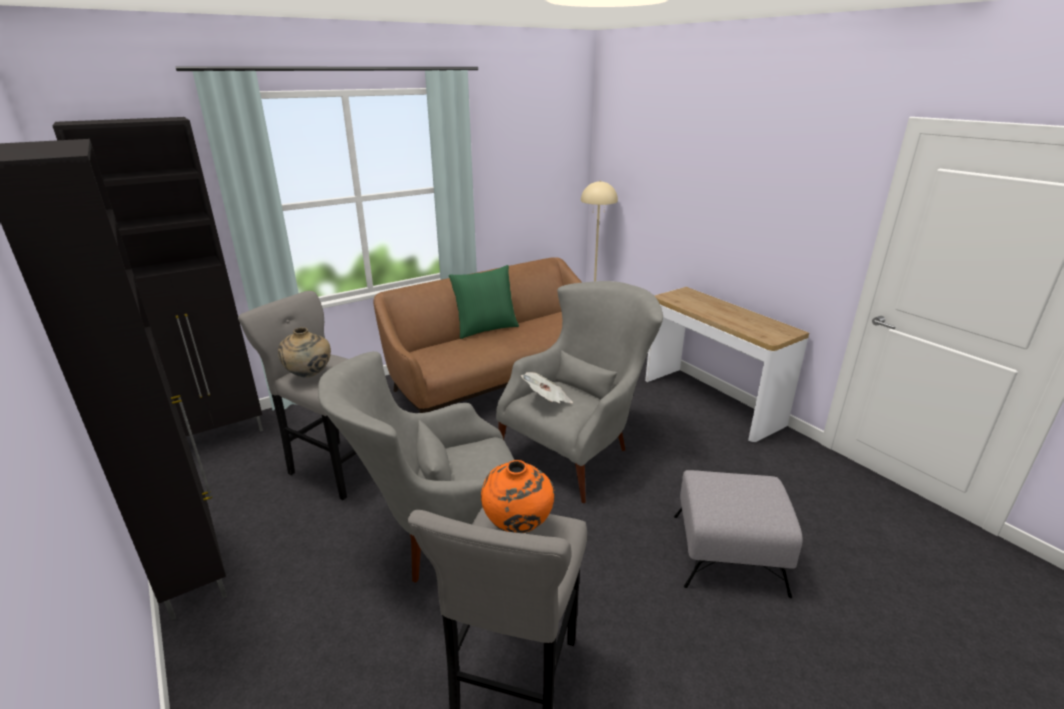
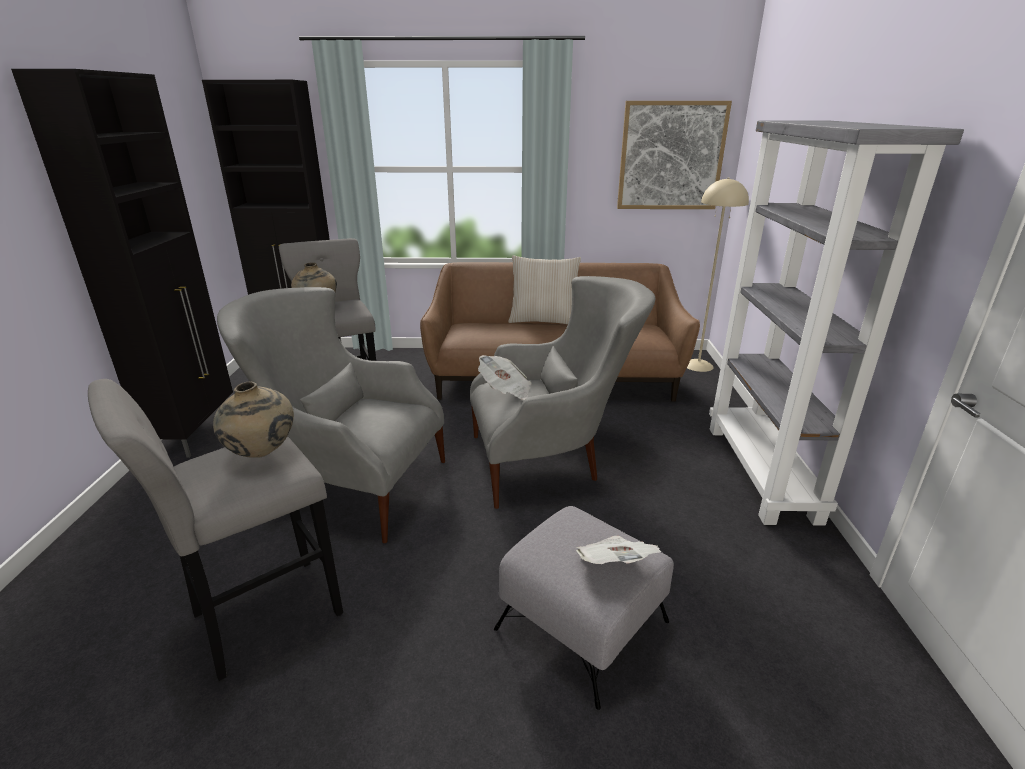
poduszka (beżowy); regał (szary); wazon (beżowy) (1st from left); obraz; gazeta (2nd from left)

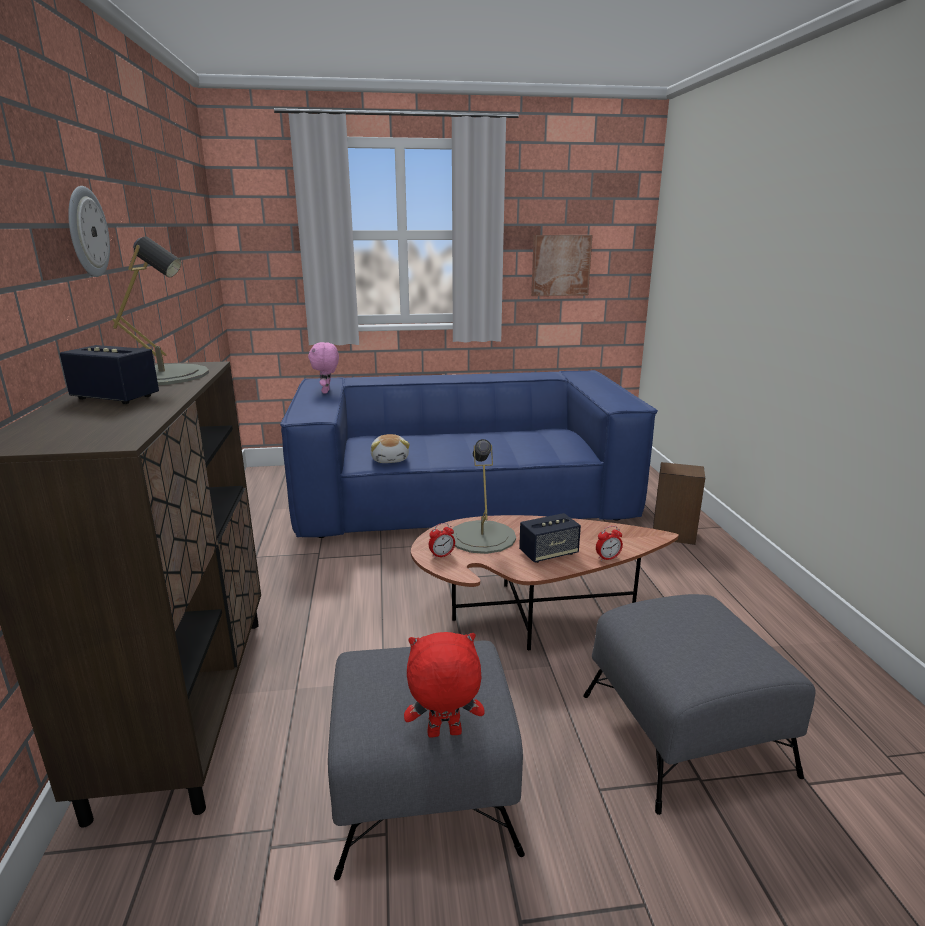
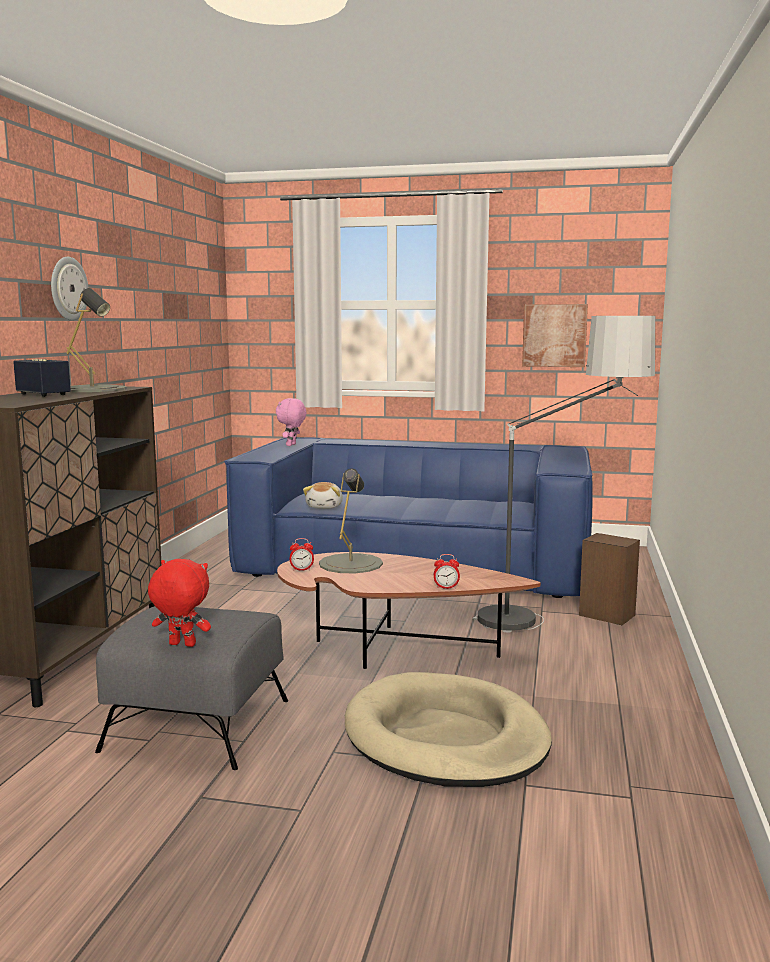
głośnik (2nd from left in the first image); legowisko (beżowy); lampa stojąca

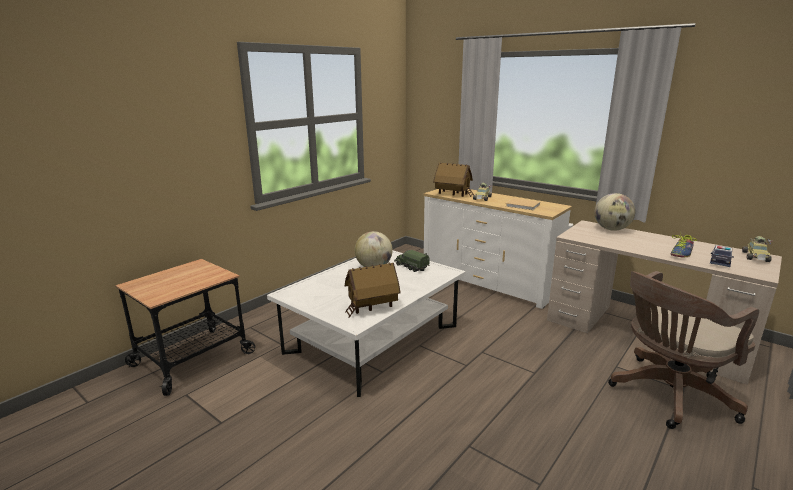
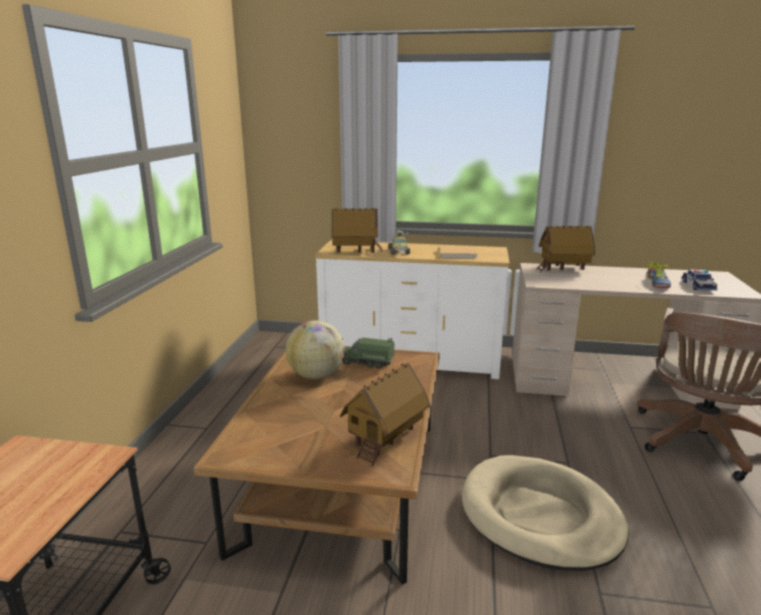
domek (3rd from left); samochodzik (3rd from left in the first image); ława (brązowy); legowisko (beżowy)

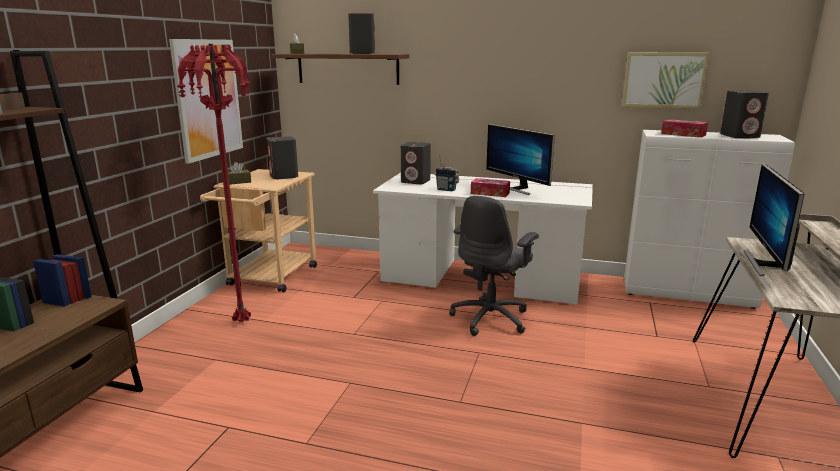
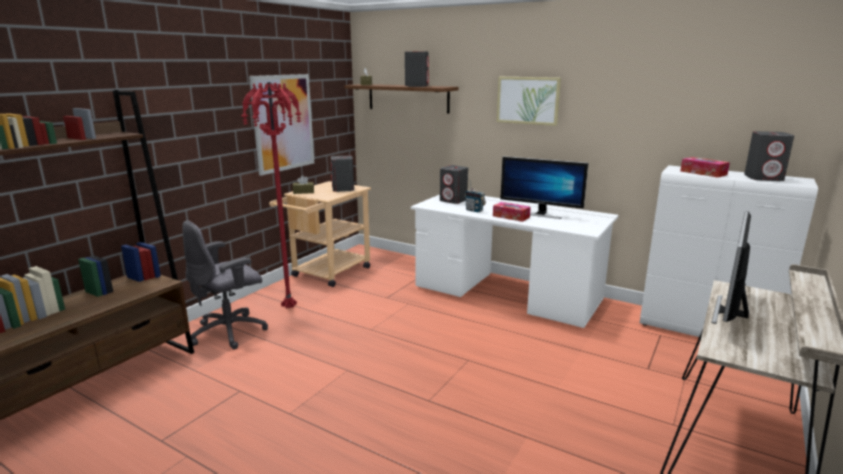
obraz (2nd from left); monitor (1st from left); krzesło biurowe (szary)

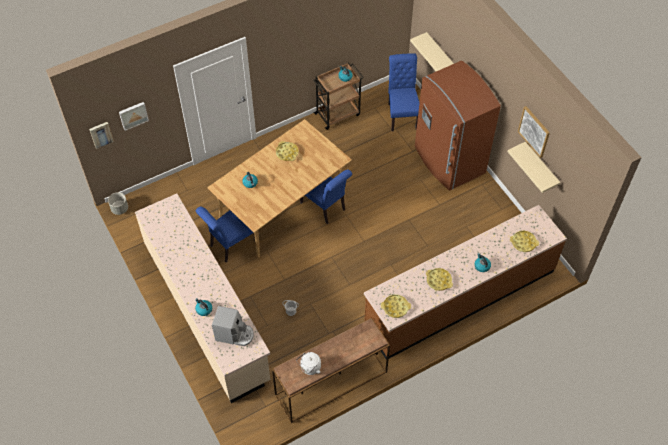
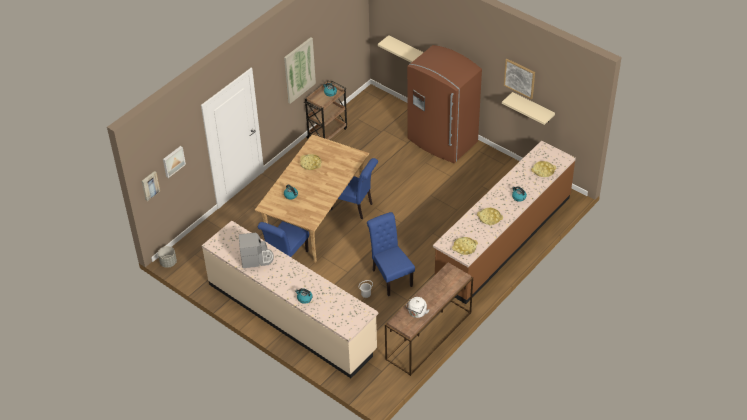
krzesło (niebieski) (3rd from left); ekspres do kawy; obraz (3rd from left)

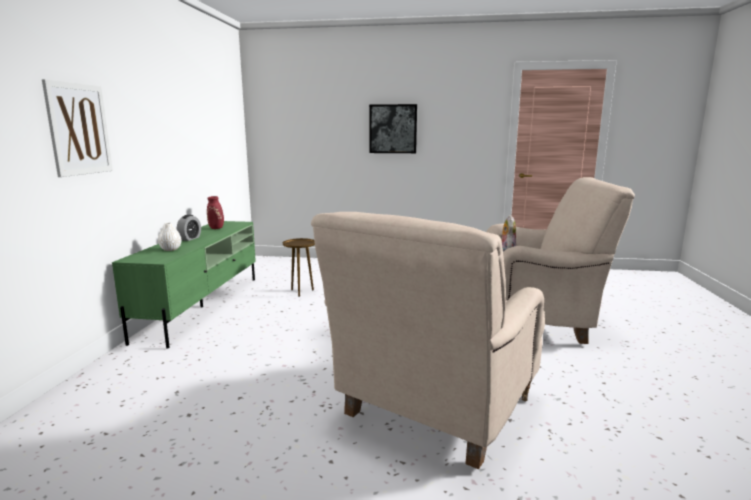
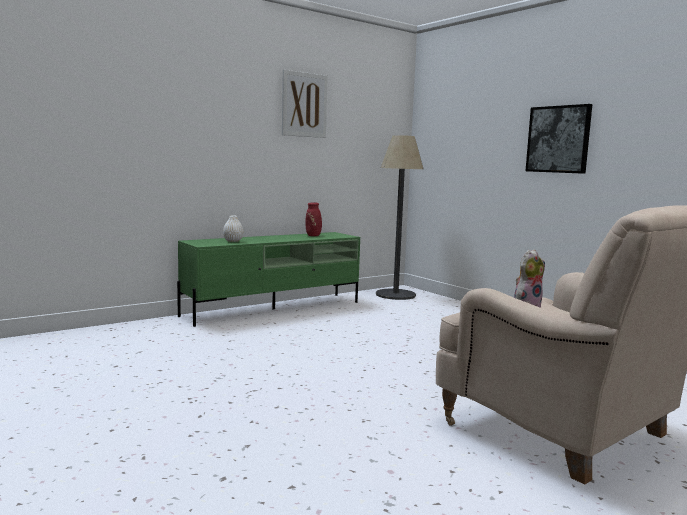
obraz (1st from left); fotel (beżowy) (1st from left in the first image); budzik; stolik (brązowy); lampa stojąca

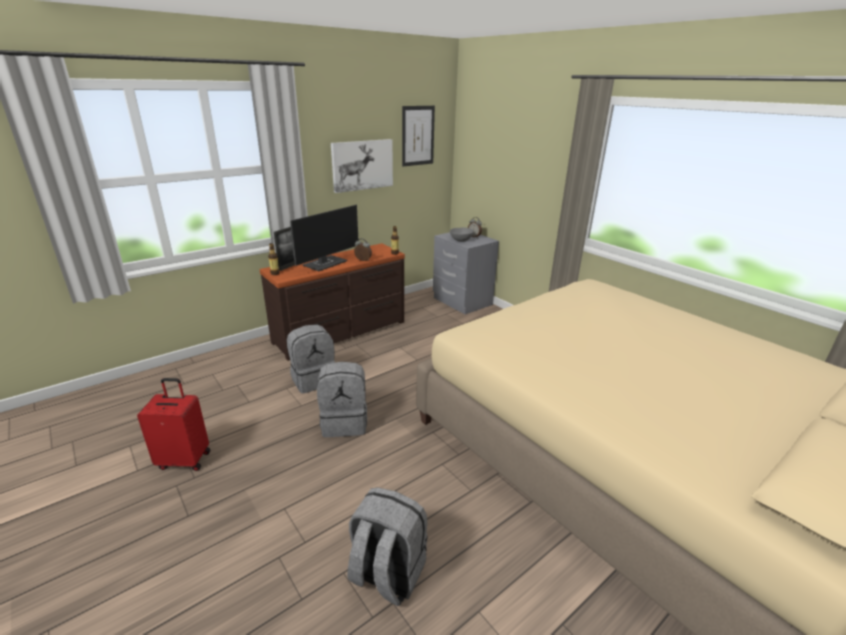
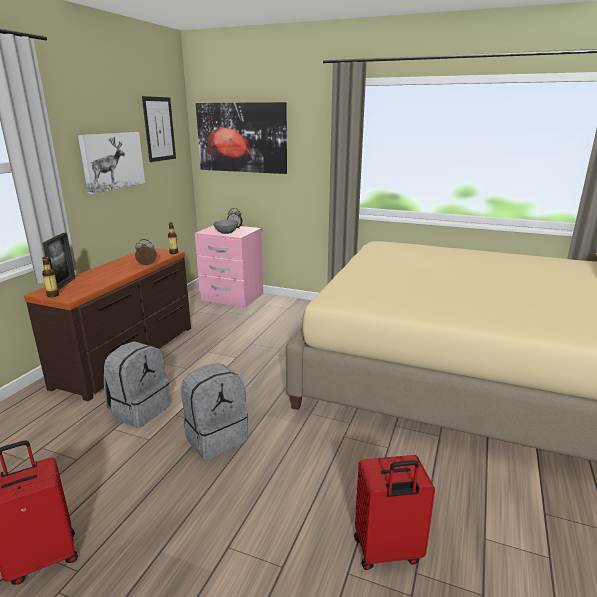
monitor; szafka nocna (różowy); walizka (czerwony) (2nd from left); obraz (3rd from left)

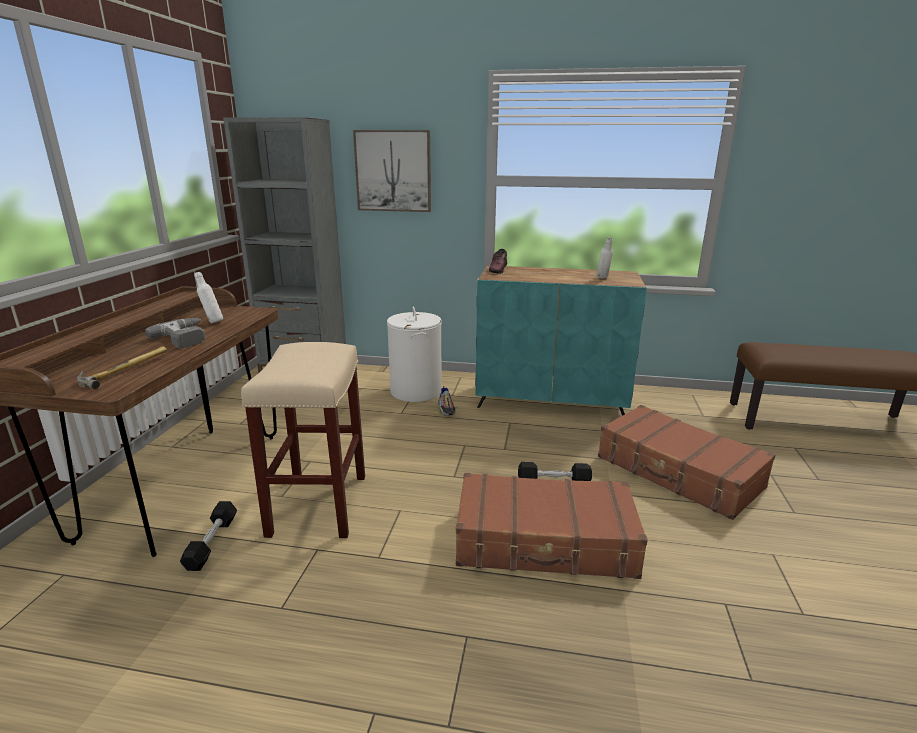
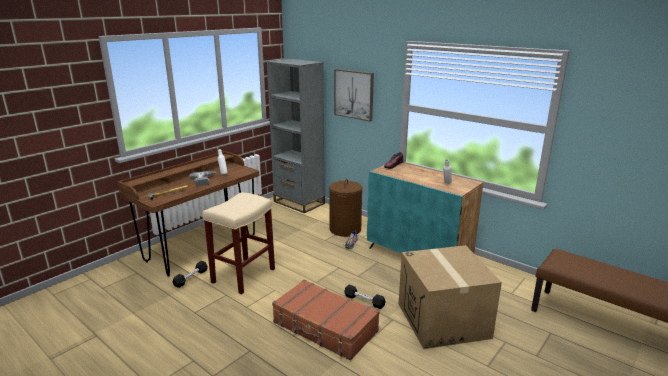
kosz na pranie (brązowy); karton

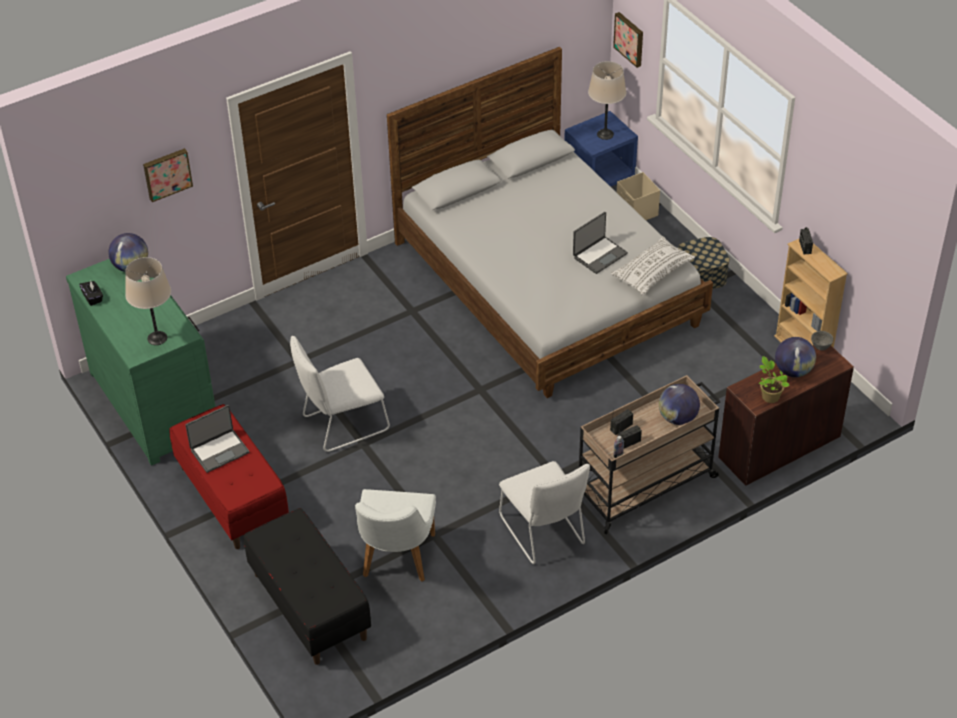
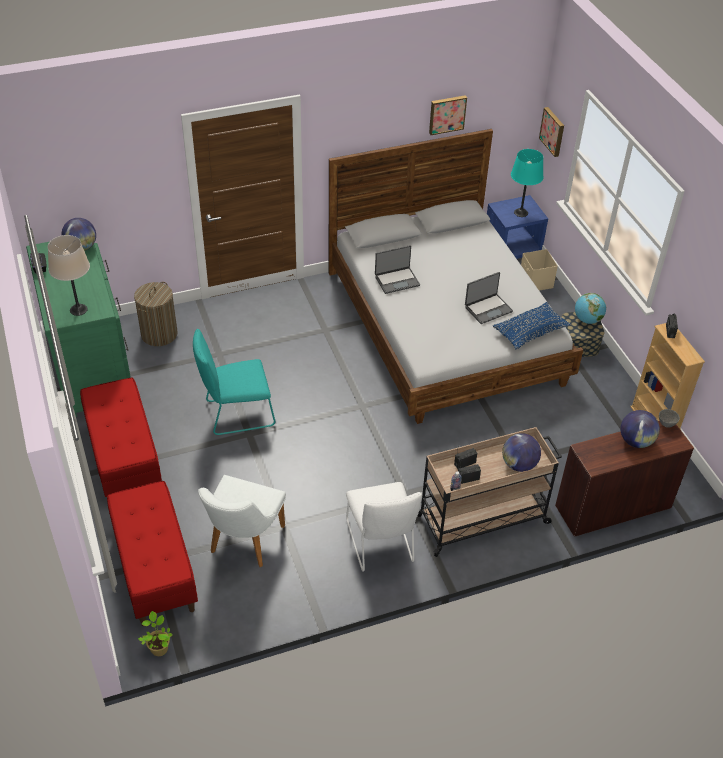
lampa stołowa (turkusowy); obraz (1st from left); poduszka (niebieski); krzesło (turkusowy); roślina doniczkowa; laptop (1st from left); ławka (czerwony) (2nd from left); kosz na pranie; globus (3rd from left)

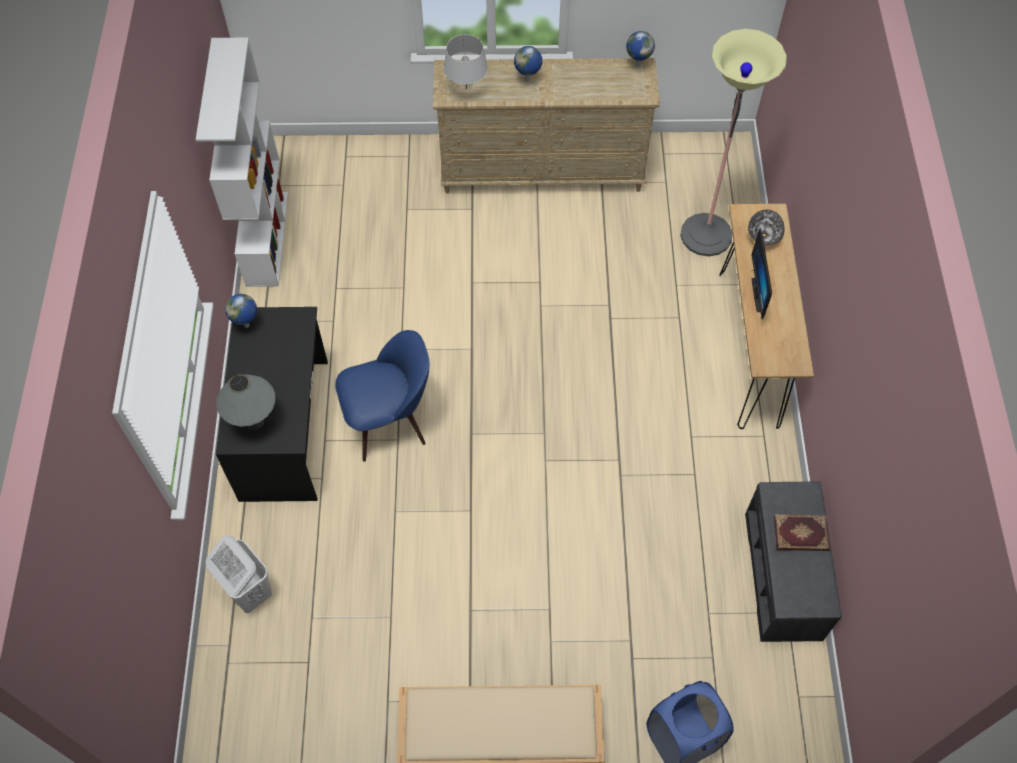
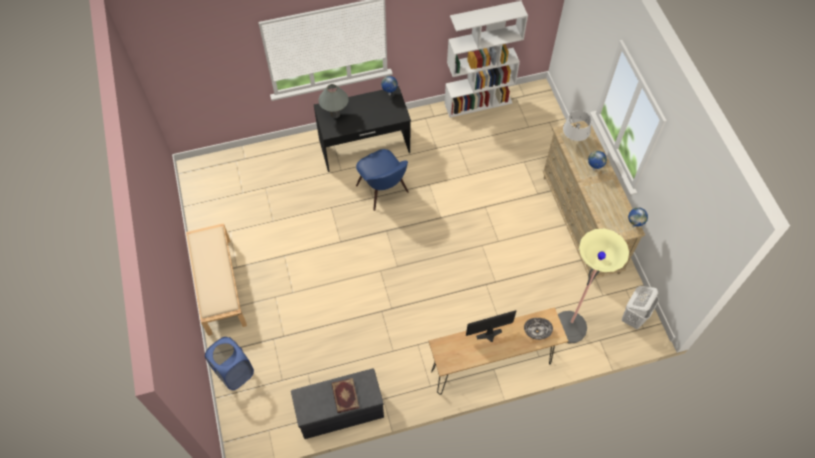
kosz na pranie (biały)

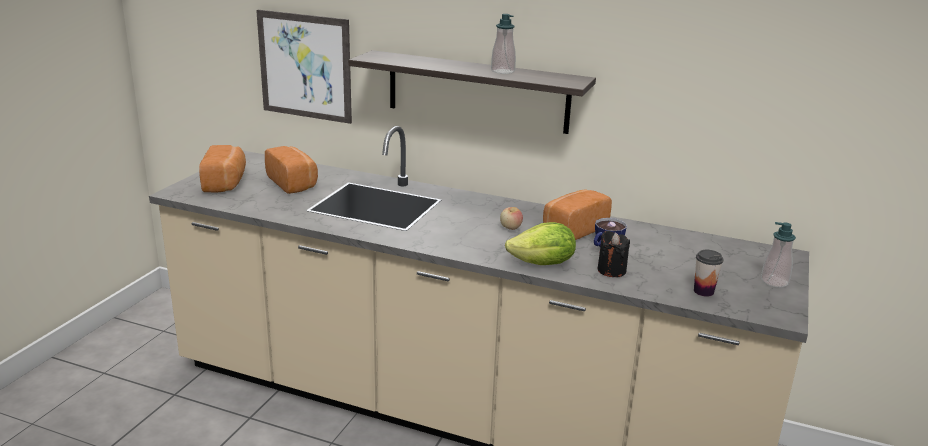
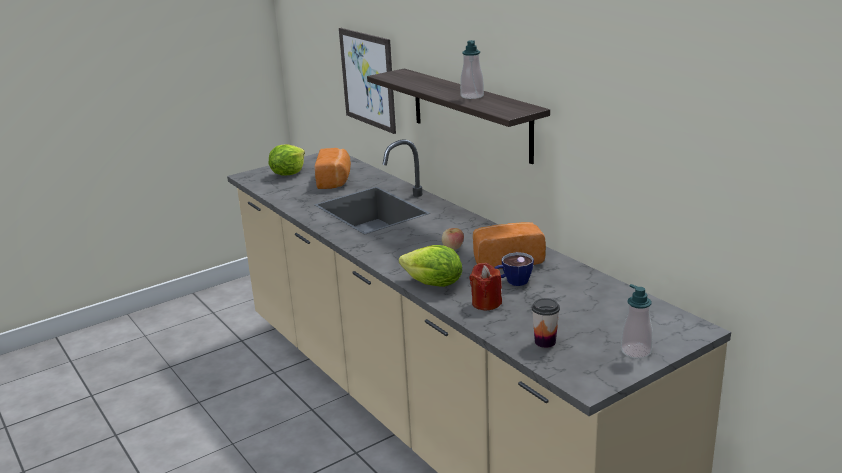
sałata (1st from left); świeca (czerwony)

